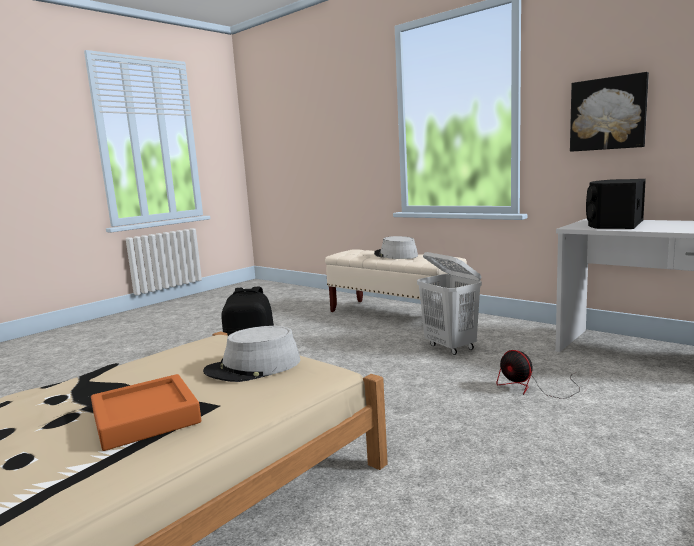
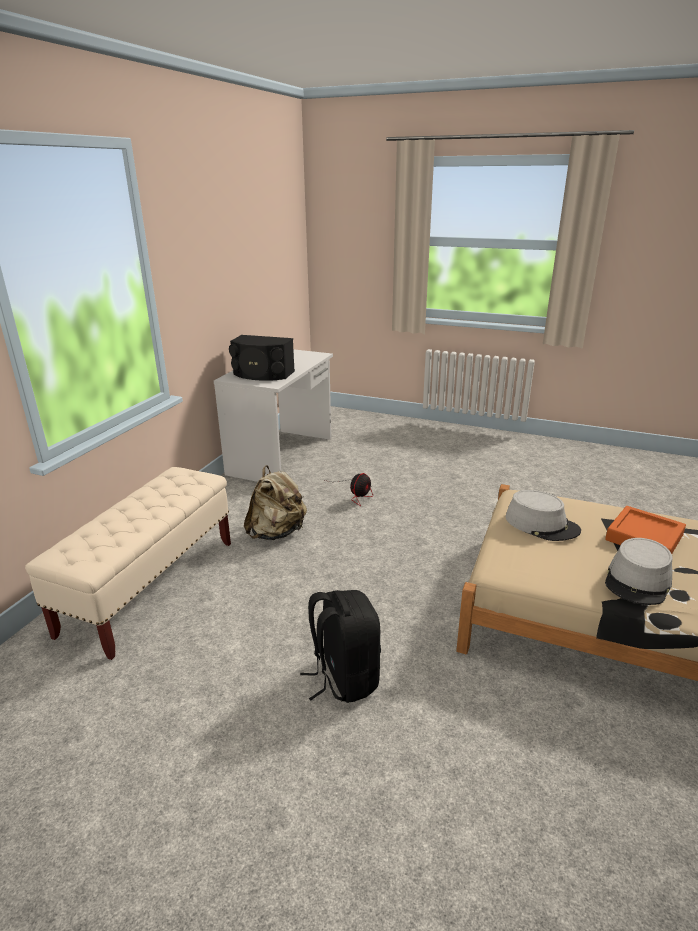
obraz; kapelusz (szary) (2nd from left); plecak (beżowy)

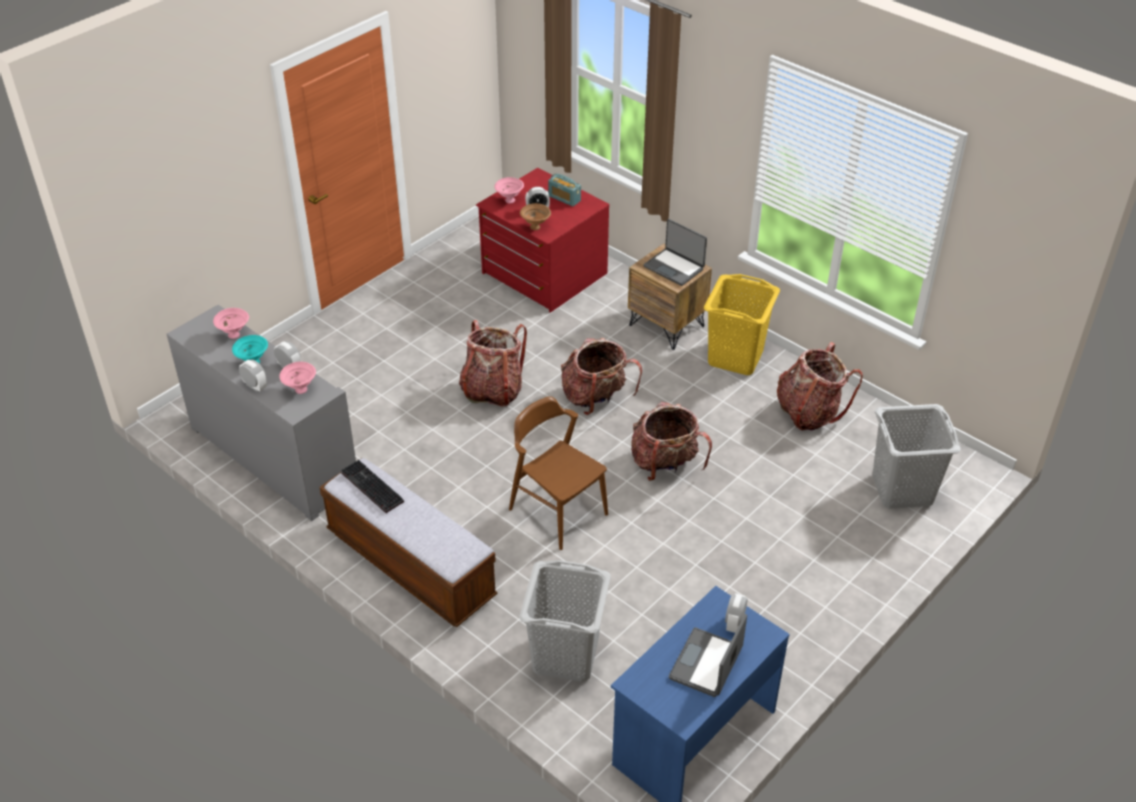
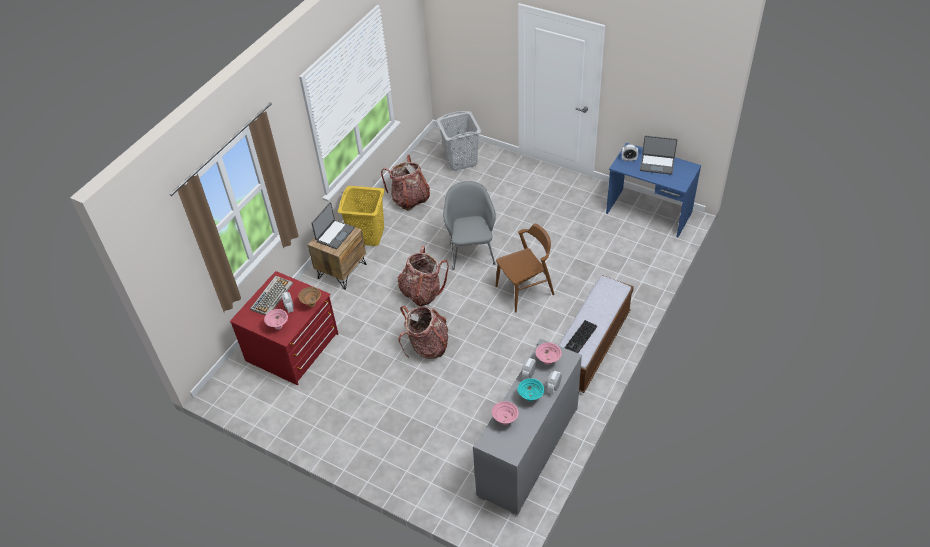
klawiatura (1st from left); krzesło (brązowy); fotel (szary); kosz na pranie (szary) (1st from left in the first image)

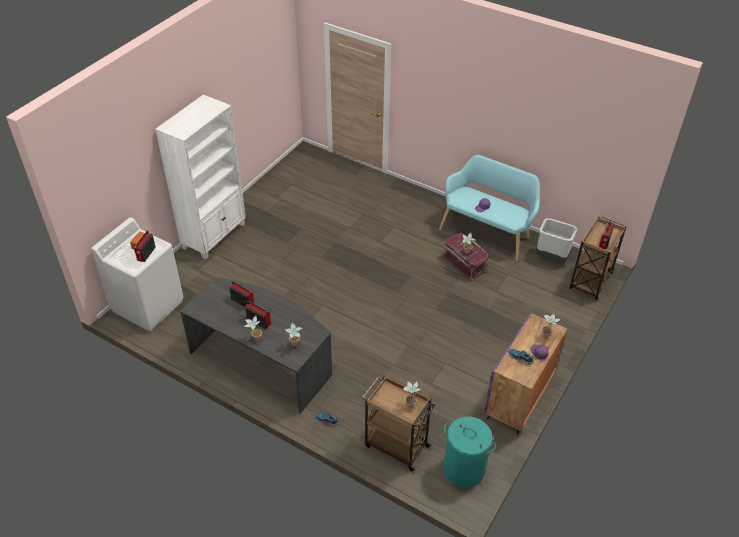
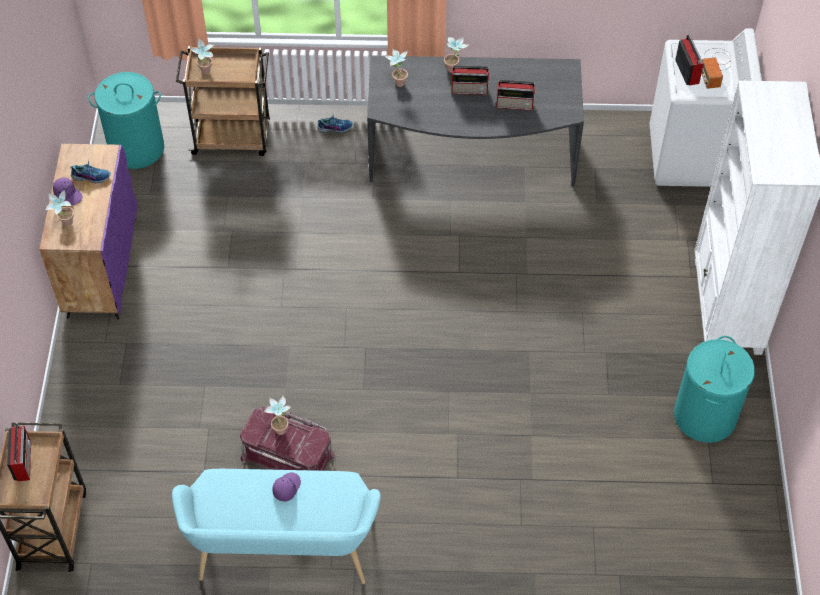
kosz na śmieci (szary); kosz na pranie (turkusowy) (2nd from left)

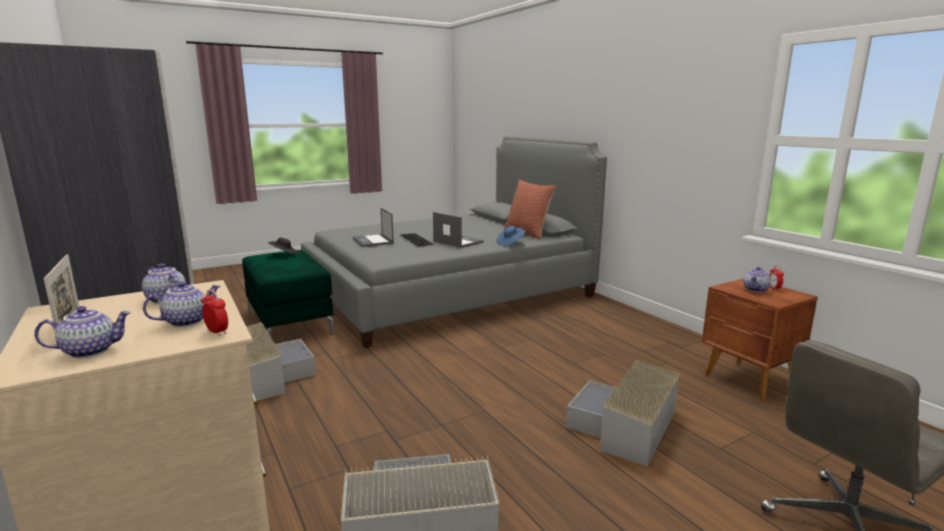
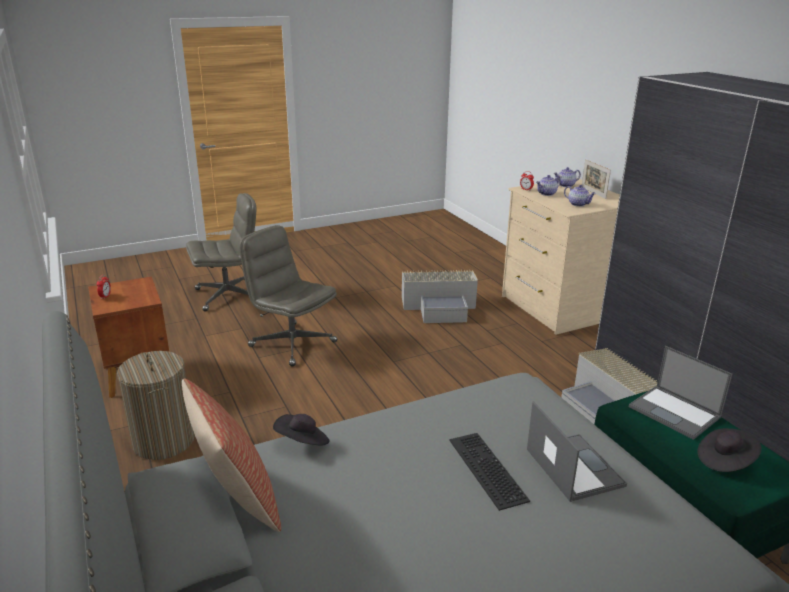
laptop (2nd from left); kapelusz (czarny) (1st from left); imbryk (4th from left in the first image); krzesło biurowe (szary) (2nd from left); kosz na pranie

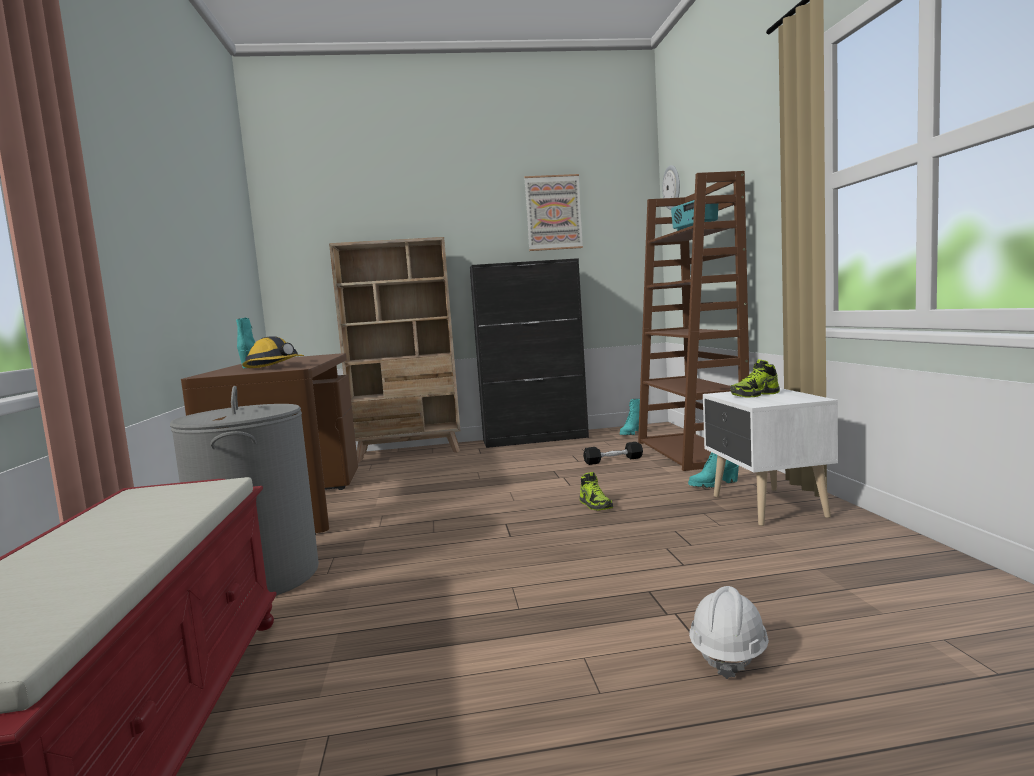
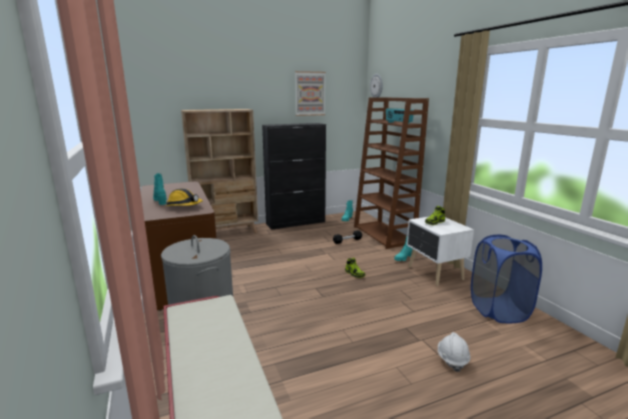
kosz na pranie (niebieski)

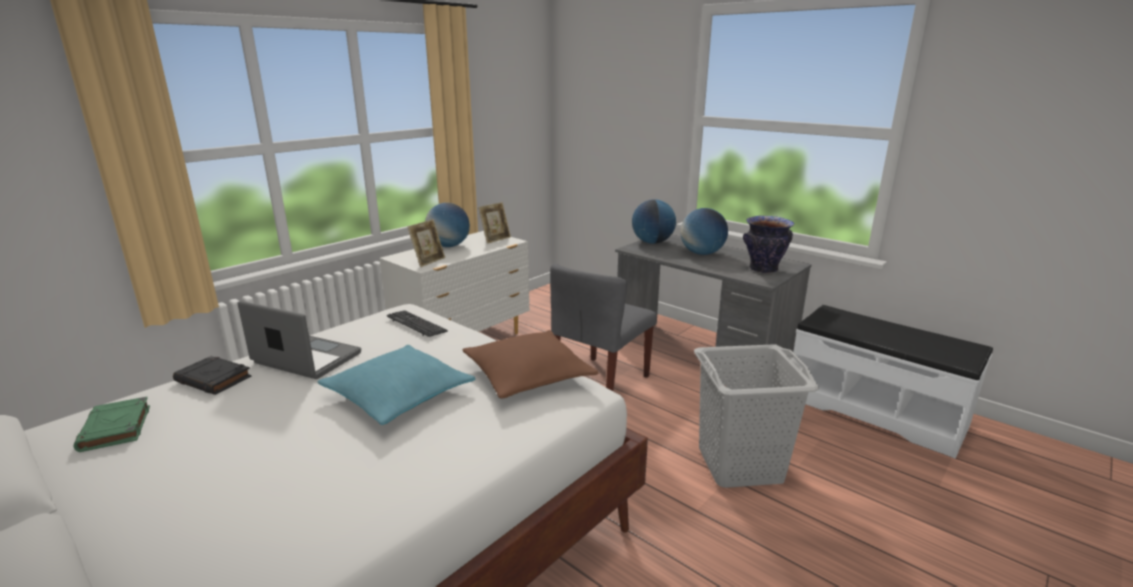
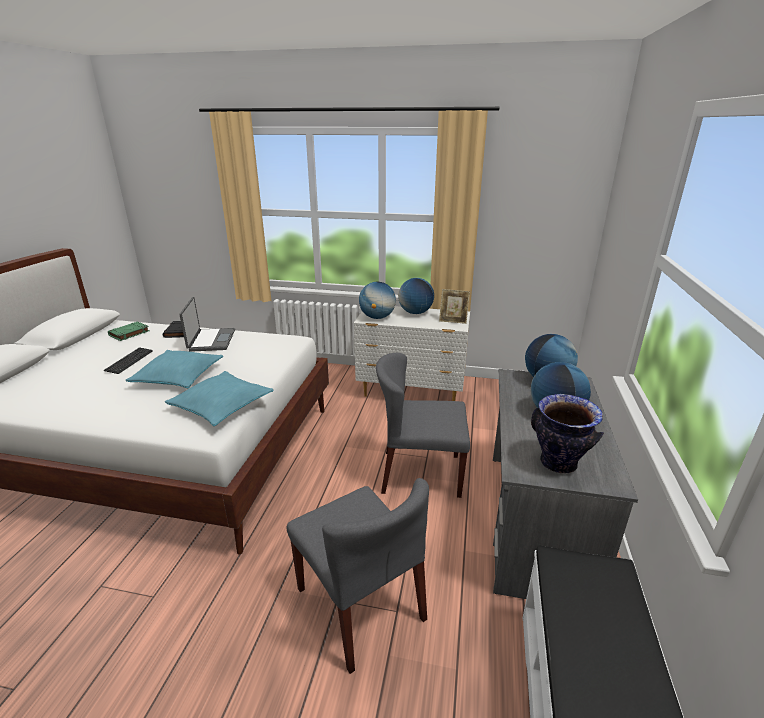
globus (1st from left); klawiatura; poduszka (turkusowy) (2nd from left); krzesło (szary) (1st from left)

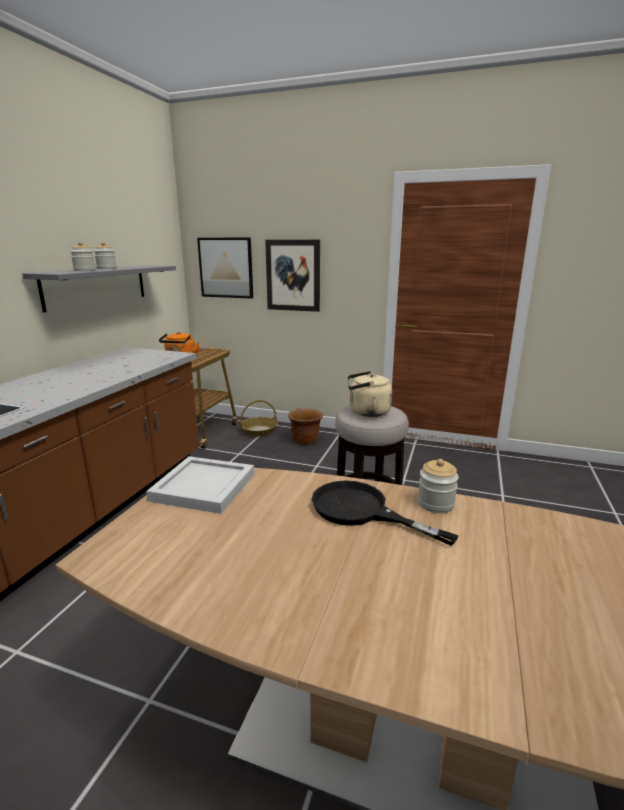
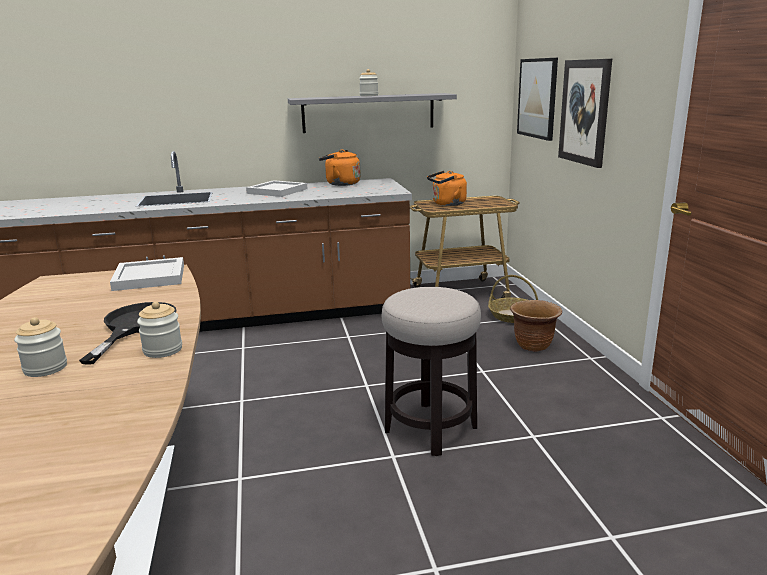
słoik (1st from left); czajnik (beżowy); czajnik (pomarańczowy) (1st from left); taca (biały) (2nd from left)

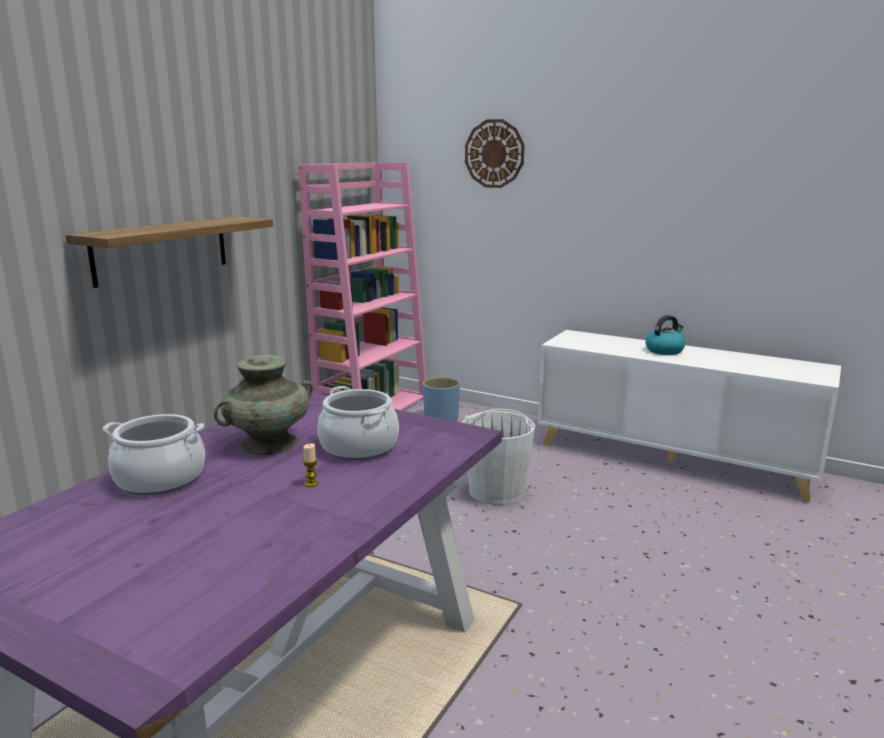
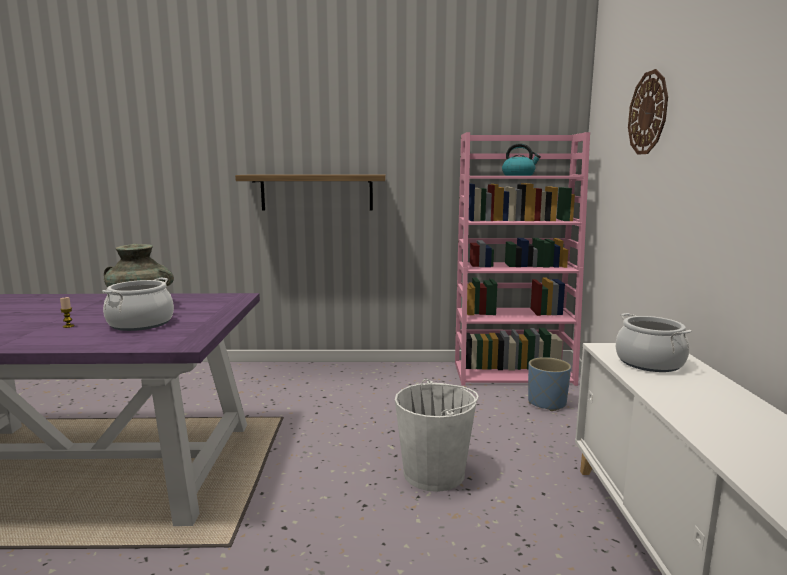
czajnik; garnek (2nd from left)

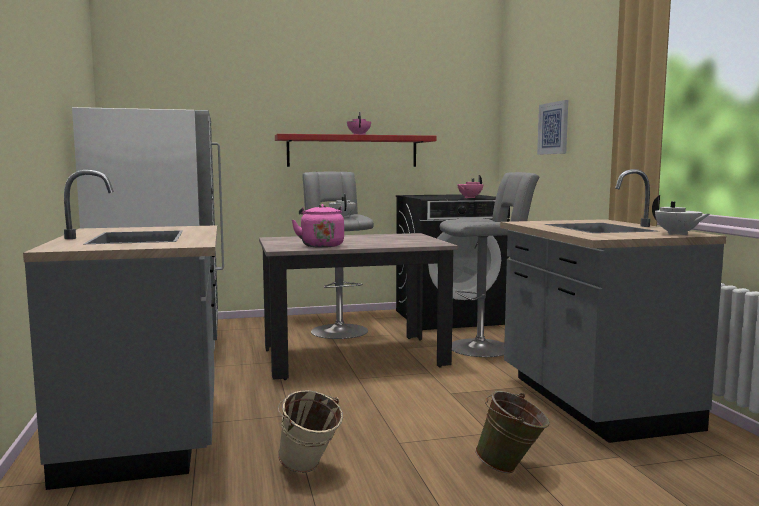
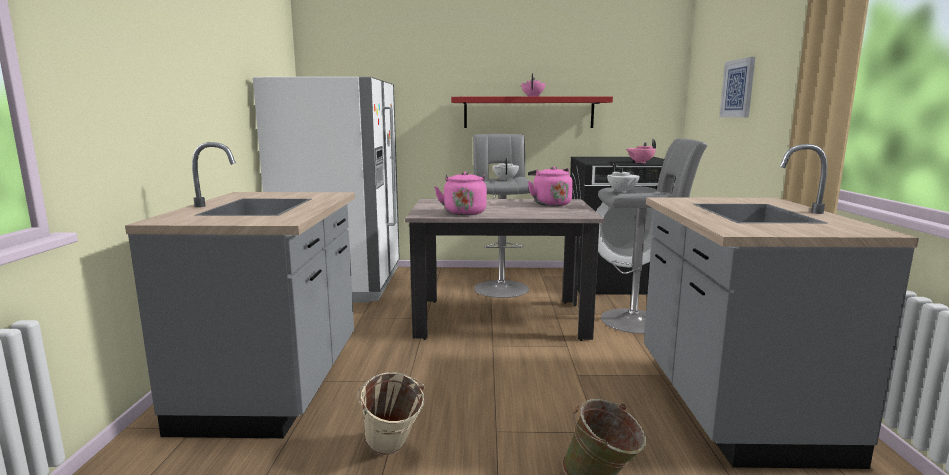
imbryk (biały) (2nd from left); czajnik (różowy) (2nd from left)

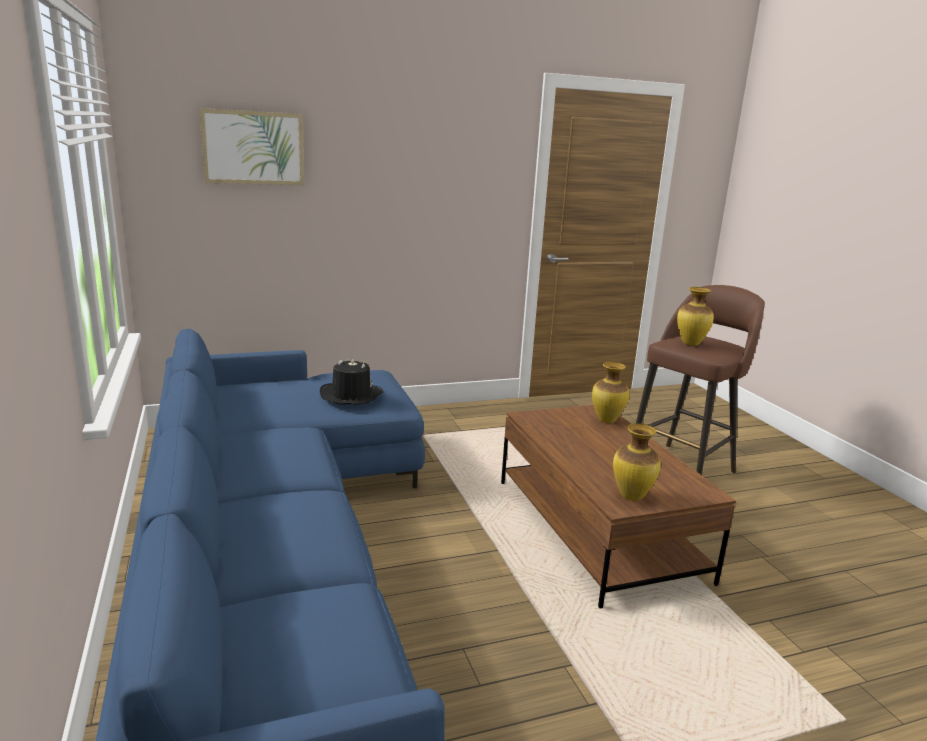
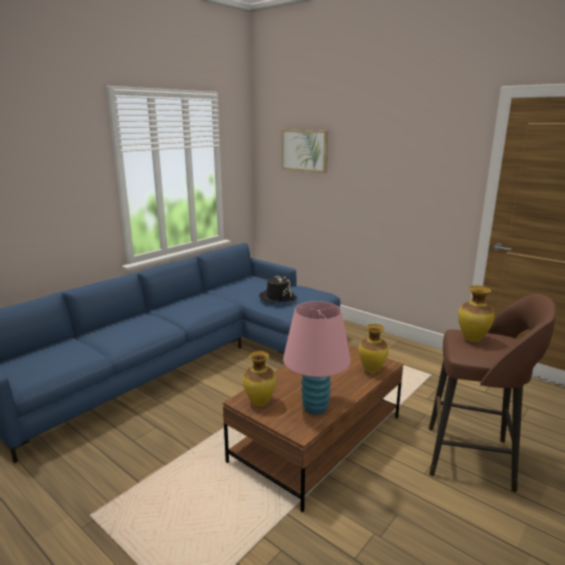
lampa stołowa (różowy)

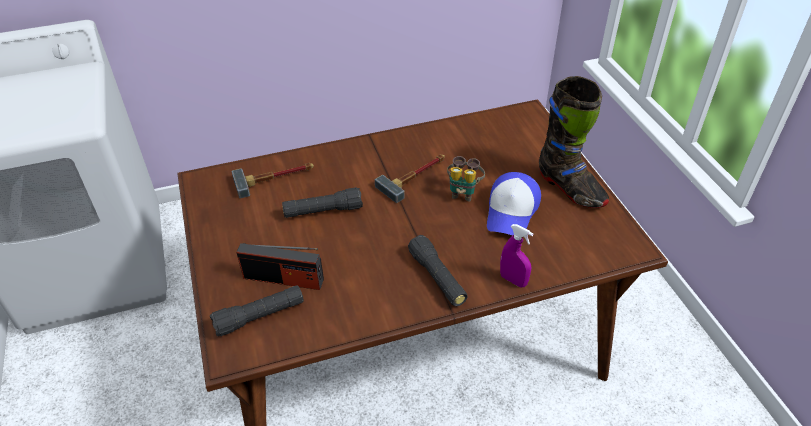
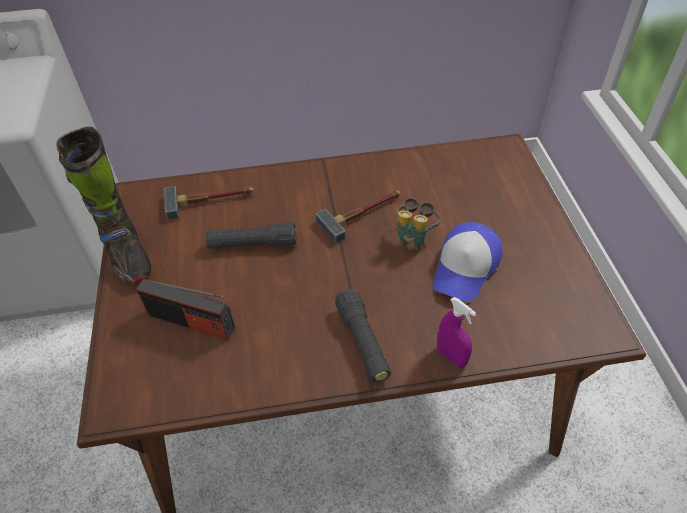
but z cholewką (czarny); latarka (czarny) (1st from left in the first image)

